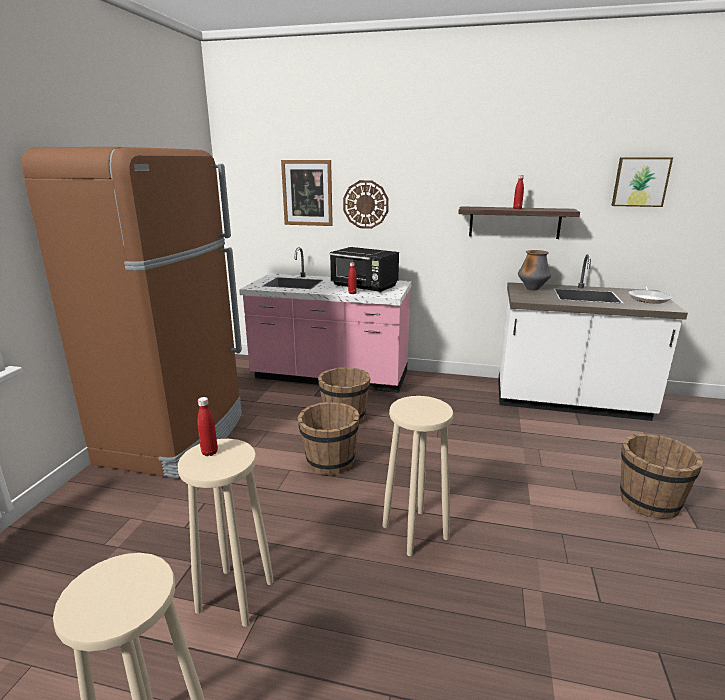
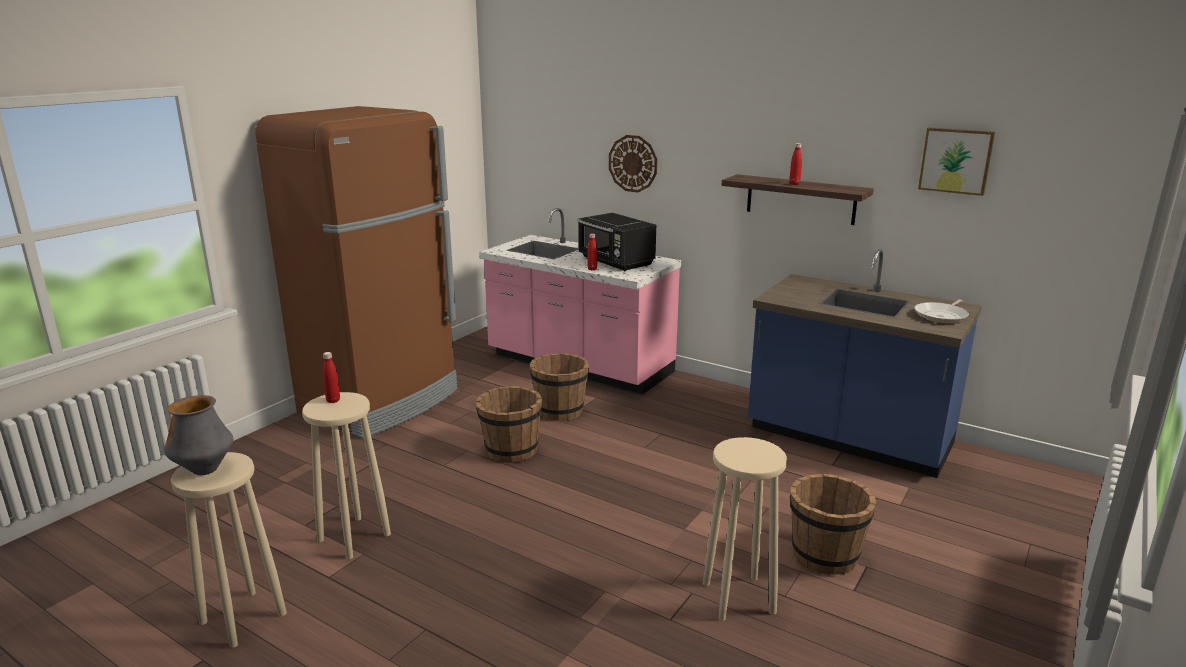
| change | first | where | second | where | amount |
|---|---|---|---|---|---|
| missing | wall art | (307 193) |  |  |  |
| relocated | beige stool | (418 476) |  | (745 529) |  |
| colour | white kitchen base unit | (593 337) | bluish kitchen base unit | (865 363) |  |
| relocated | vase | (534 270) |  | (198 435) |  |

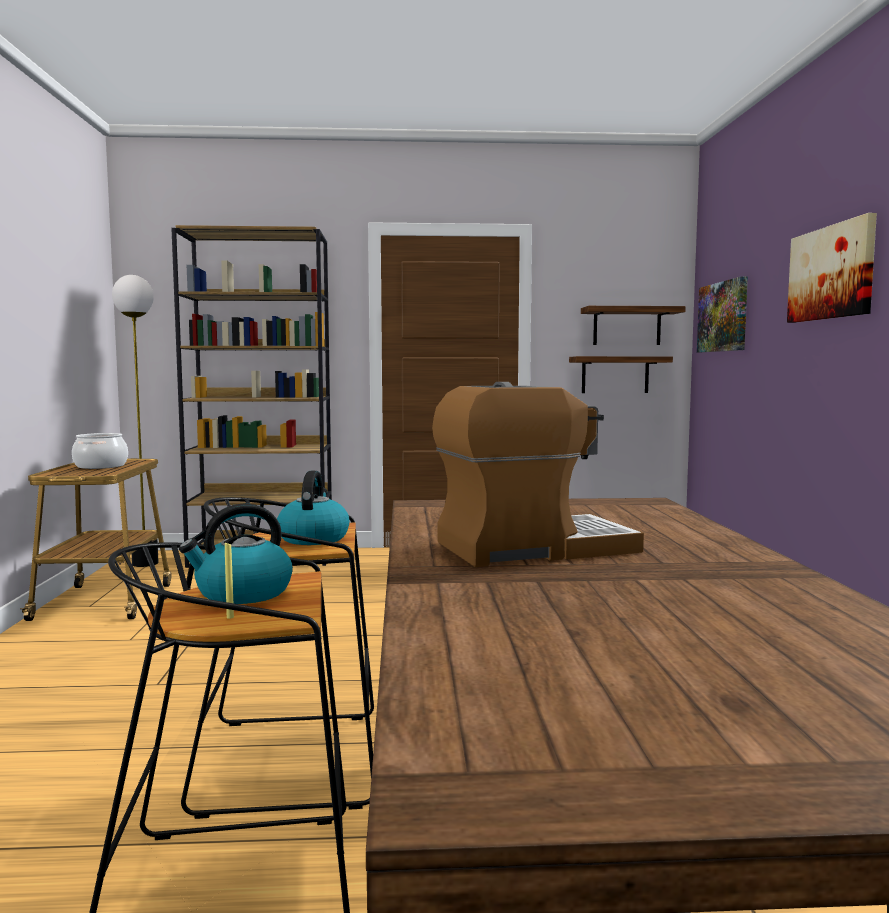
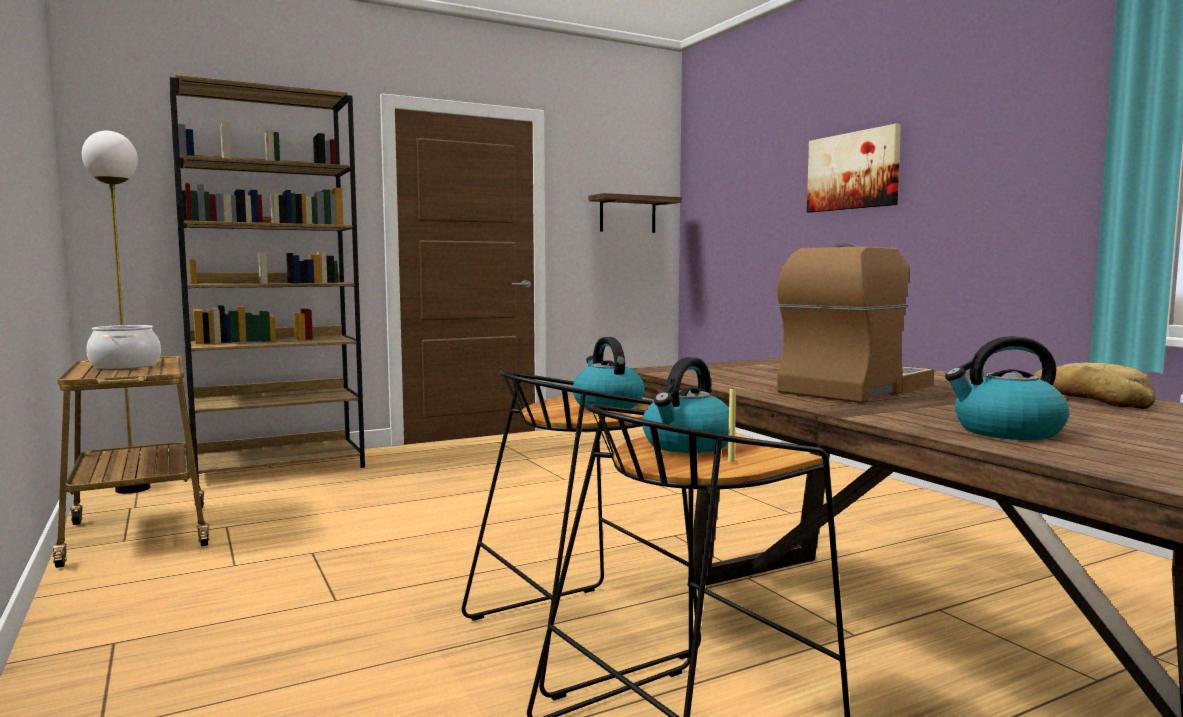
| change | first | where | second | where | amount |
|---|---|---|---|---|---|
| missing | wall shelf | (621 374) |  |  |  |
| missing | wall art | (722 314) |  |  |  |
| appeared |  |  | kettle | (1007 388) |  |
| appeared |  |  | bread | (1094 386) |  |

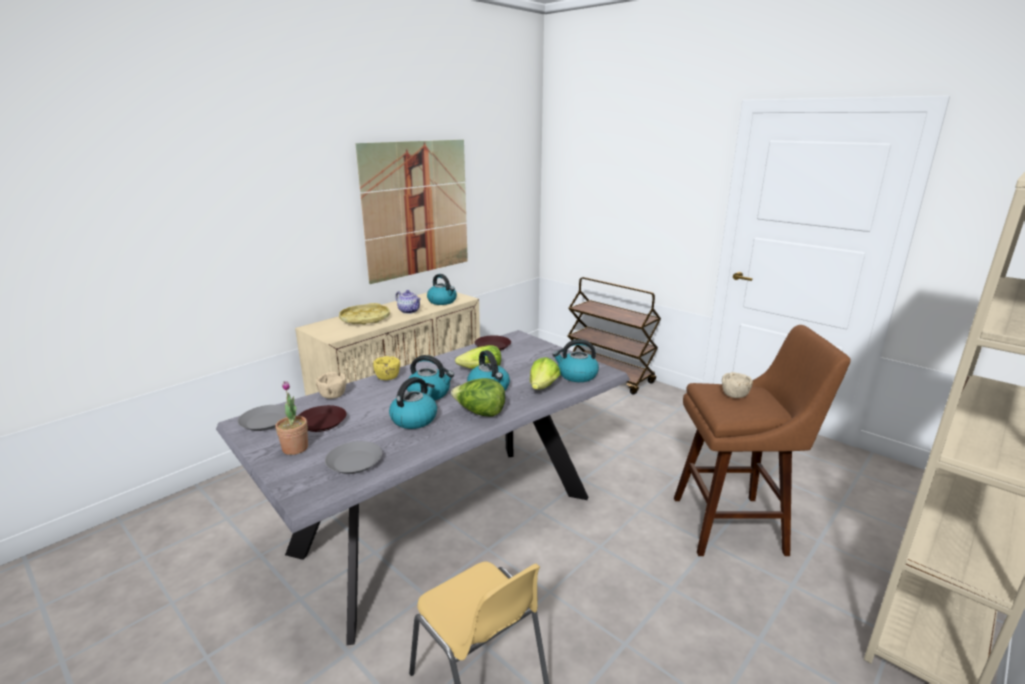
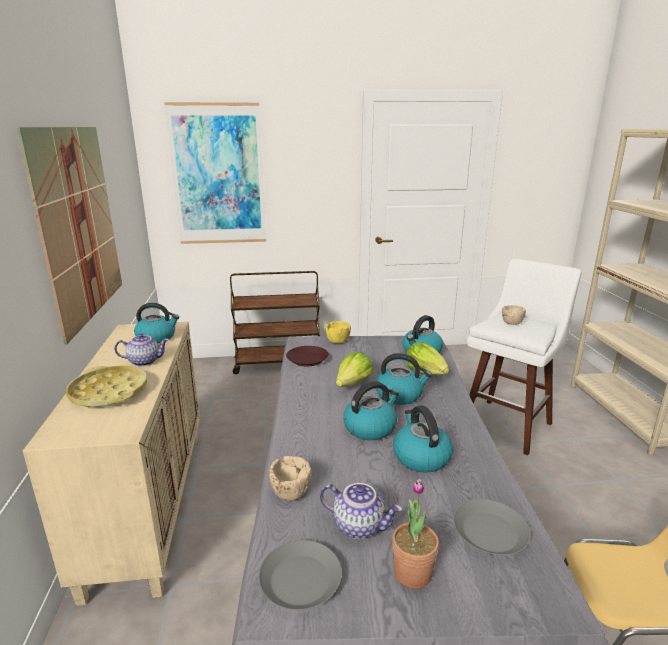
| change | first | where | second | where | amount |
|---|---|---|---|---|---|
| exchanged | brown-coloured flat dish | (322 418) | pot for tea | (361 511) |  |
| relocated | yellowish bowl | (386 368) |  | (338 332) |  |
| missing | head of lettuce | (478 397) |  |  |  |
| colour | brown-coloured stool | (762 440) | white stool | (524 357) |  |
| appeared |  |  | wall art | (215 173) |  |

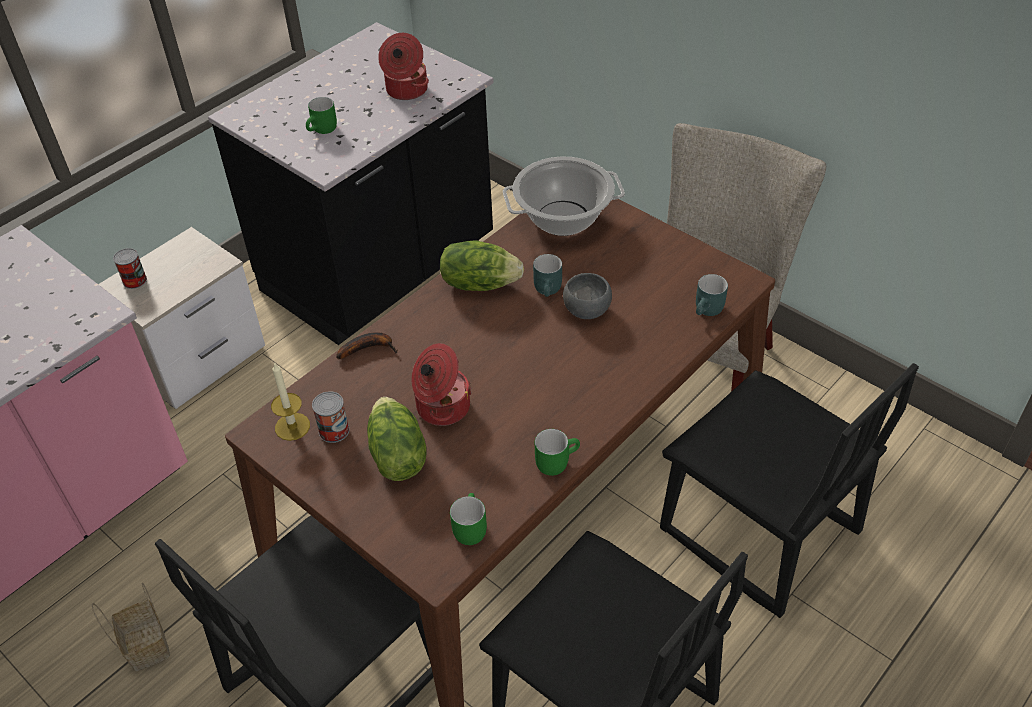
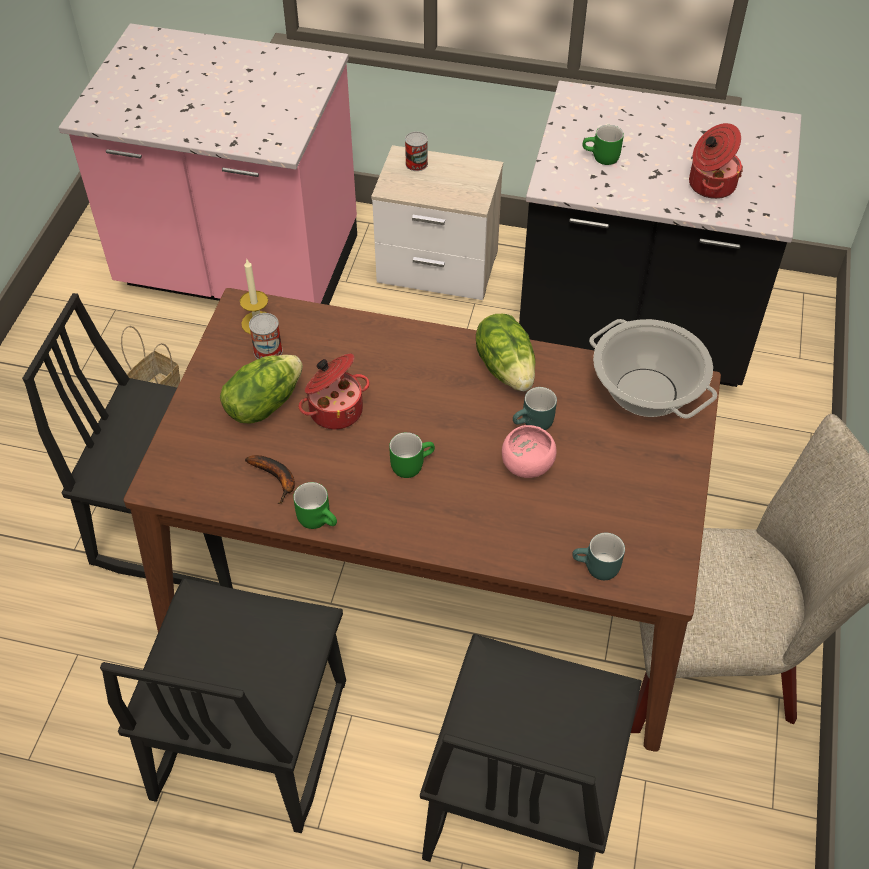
| change | first | where | second | where | amount |
|---|---|---|---|---|---|
| relocated | whole banana | (367 345) |  | (270 479) |  |
| relocated | greenish mug | (468 519) |  | (412 455) |  |
| colour | greyish bowl | (587 296) | pink-coloured bowl | (529 451) |  |

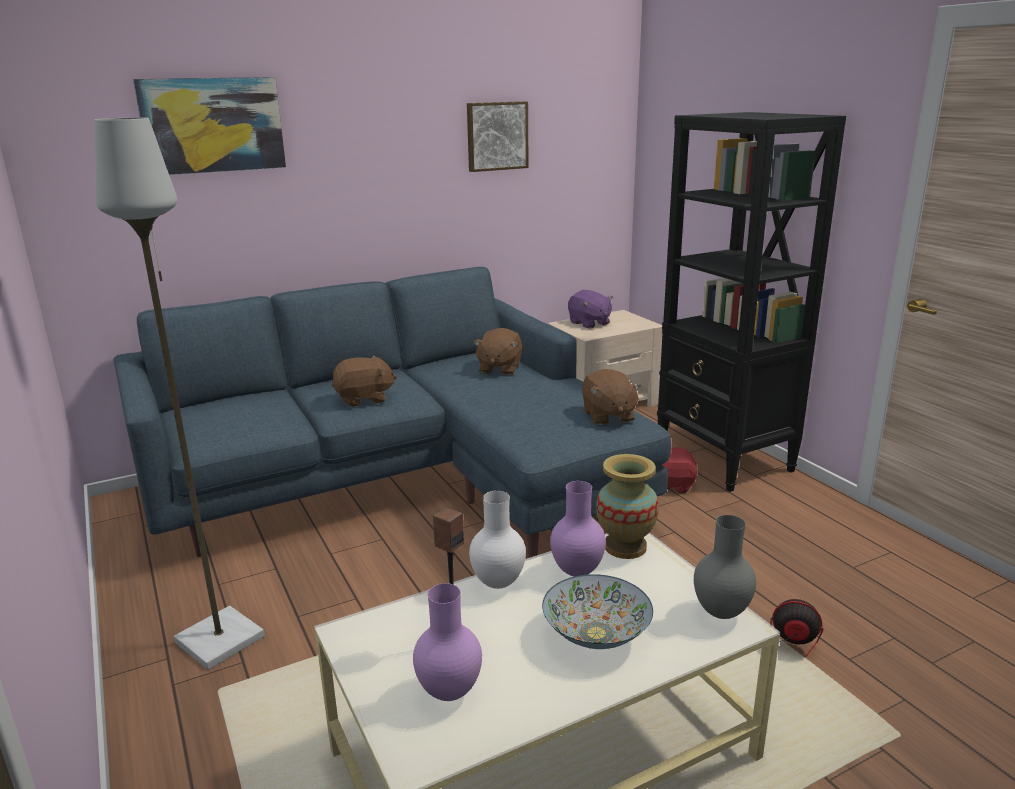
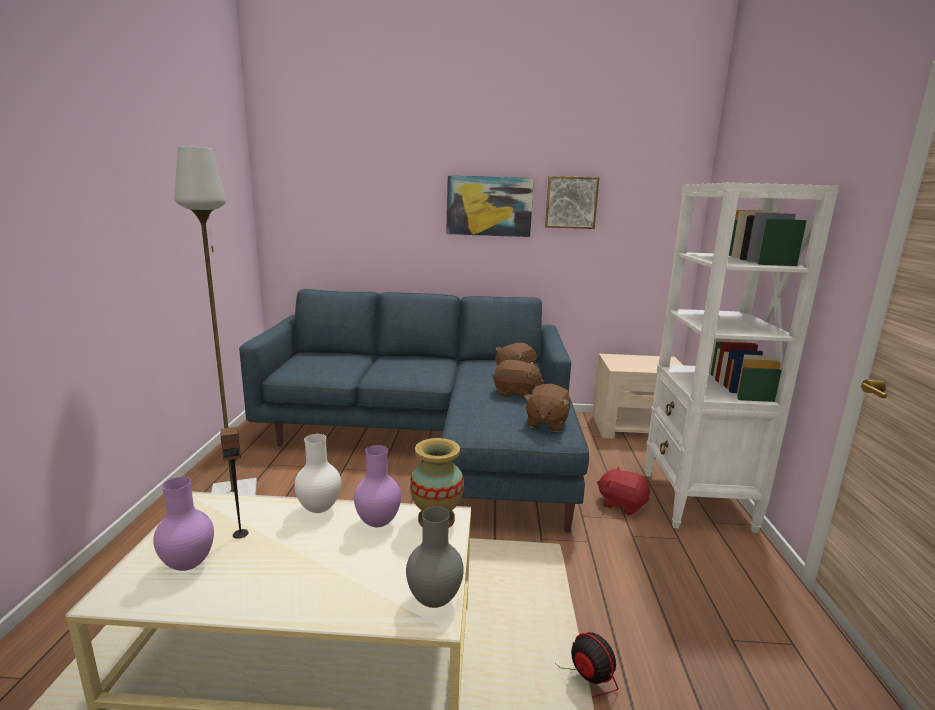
| change | first | where | second | where | amount |
|---|---|---|---|---|---|
| relocated | wall art | (209 126) |  | (490 206) |  |
| relocated | brown-coloured plush toy | (364 381) |  | (518 379) |  |
| missing | bowl | (597 611) |  |  |  |
| missing | purple-coloured plush toy | (590 309) |  |  |  |
| colour | black-coloured shelving unit | (751 302) | white shelving unit | (742 357) |  |

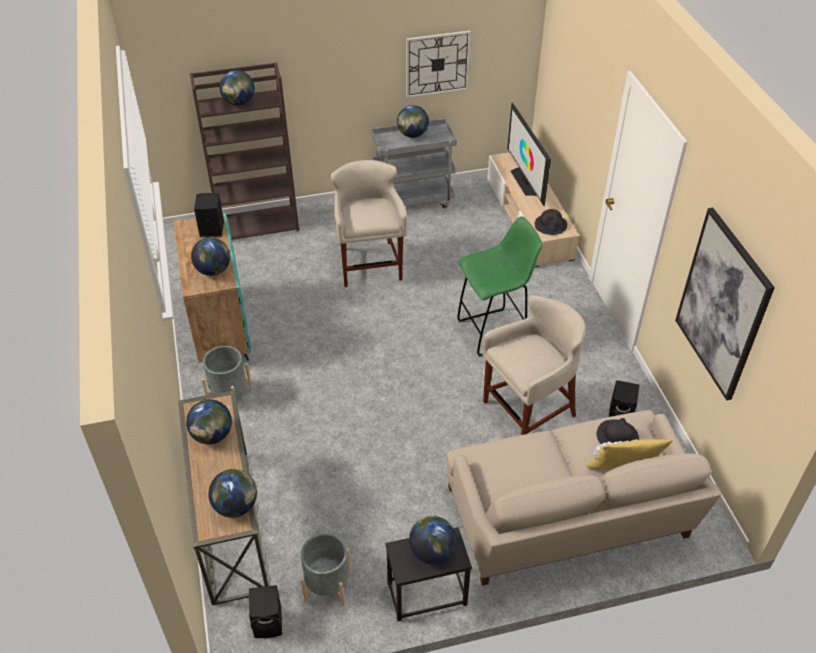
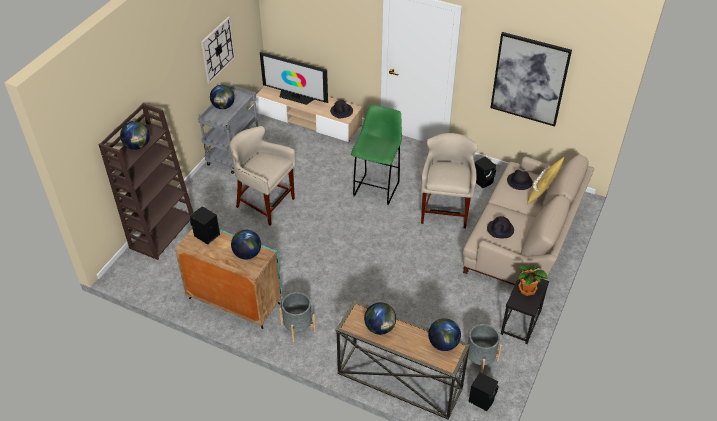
| change | first | where | second | where | amount |
|---|---|---|---|---|---|
| exchanged | globe | (433 540) | potted plant | (533 280) |  |
| appeared |  |  | black-coloured wearable hat | (500 227) |  |

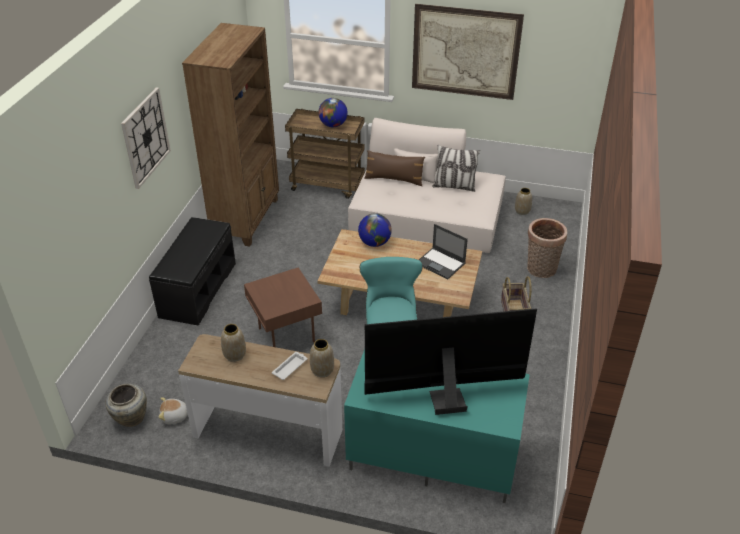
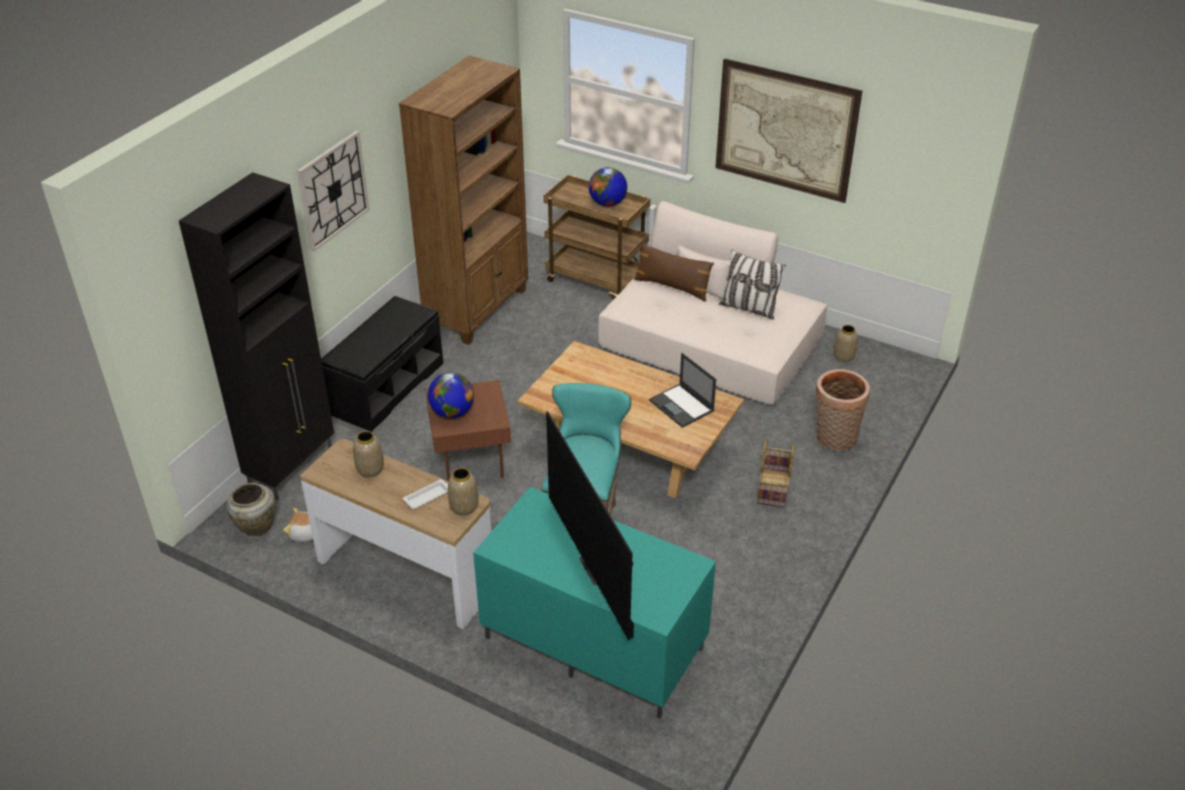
| change | first | where | second | where | amount |
|---|---|---|---|---|---|
| relocated | globe | (375 230) |  | (451 395) |  |
| spun | TV | (451 361) |  | (590 525) | 120 degrees counterclockwise |
| appeared |  |  | black-coloured cabinet | (256 336) |  |

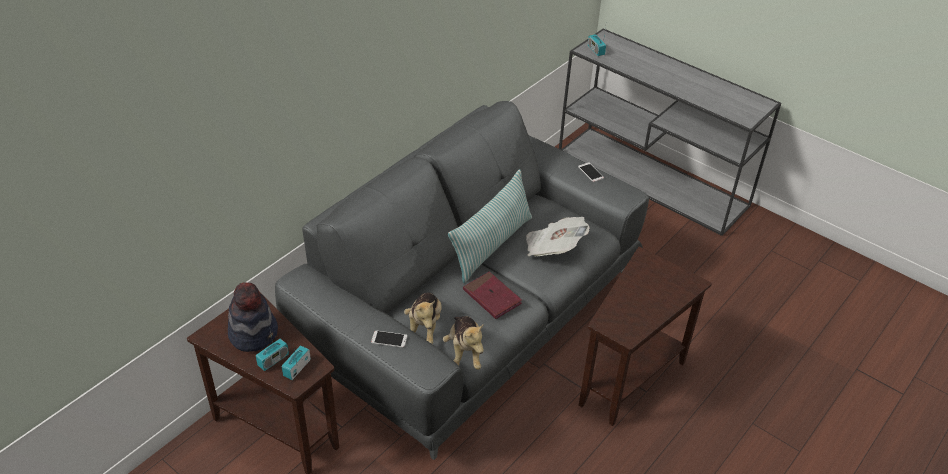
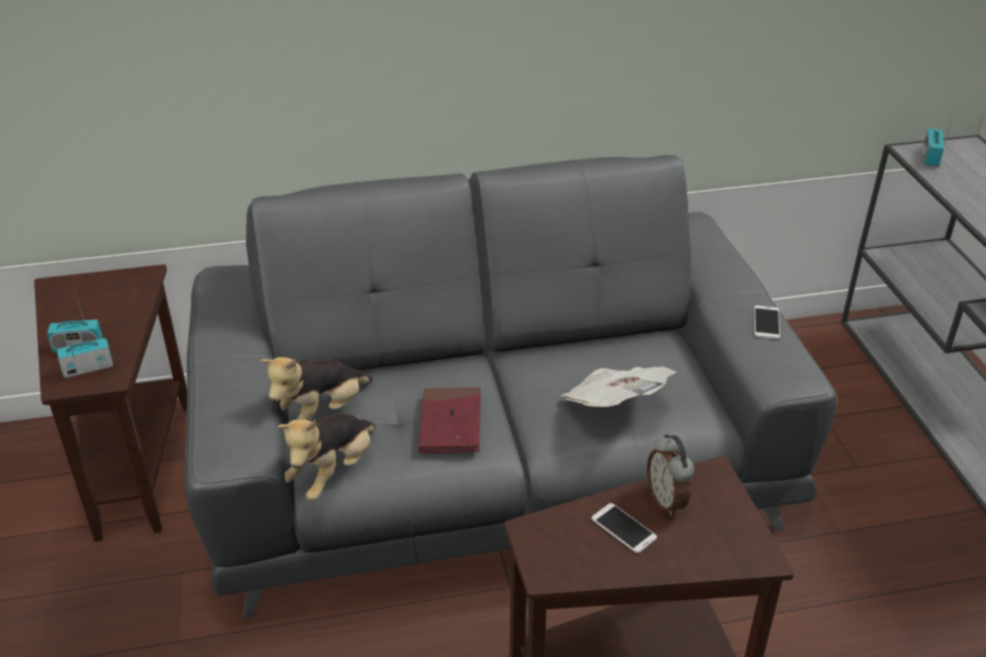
| change | first | where | second | where | amount |
|---|---|---|---|---|---|
| missing | wearable hat | (253 317) |  |  |  |
| relocated | handset | (389 339) |  | (624 528) |  |
| missing | pillow | (490 226) |  |  |  |
| appeared |  |  | alarm clock | (670 475) |  |

